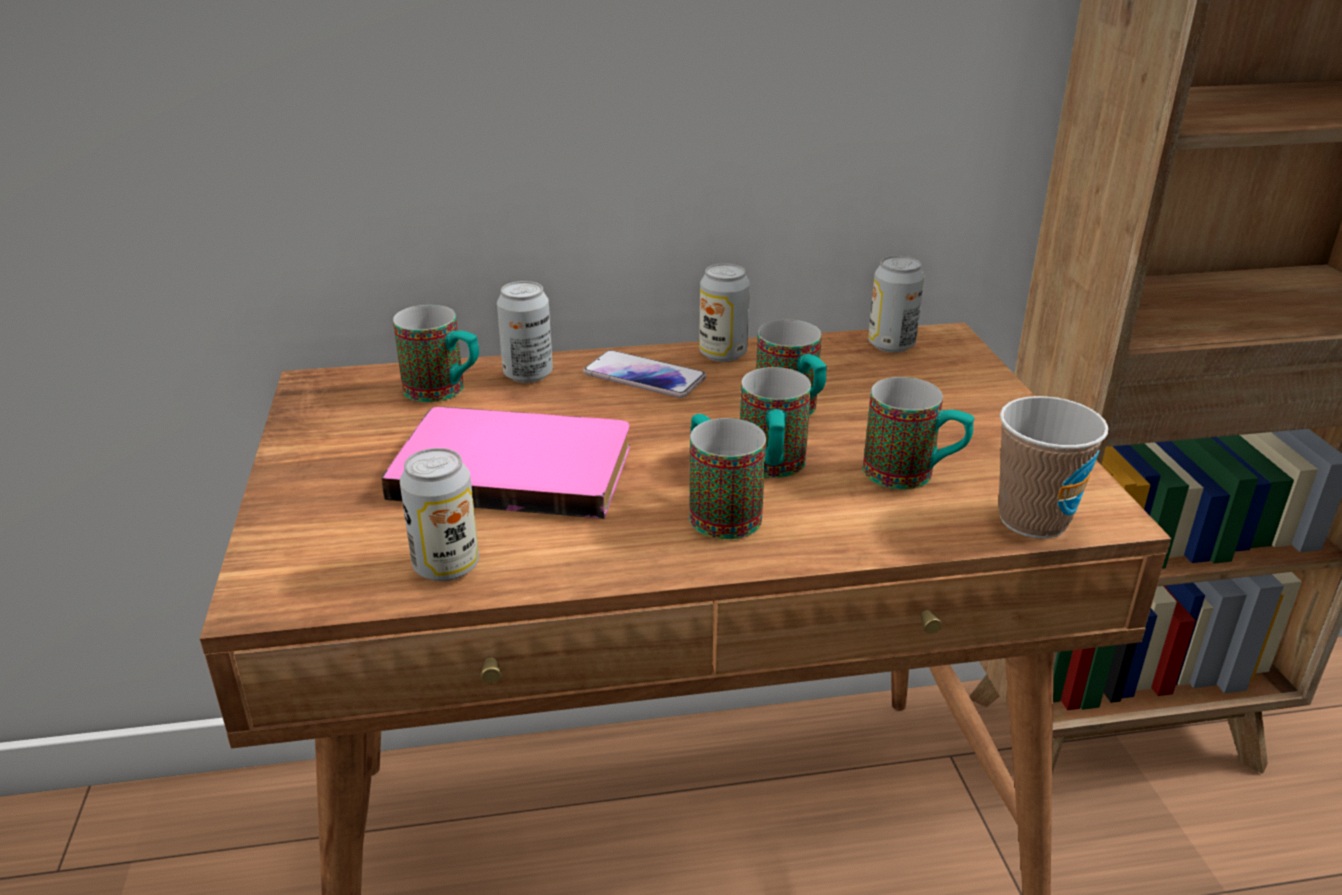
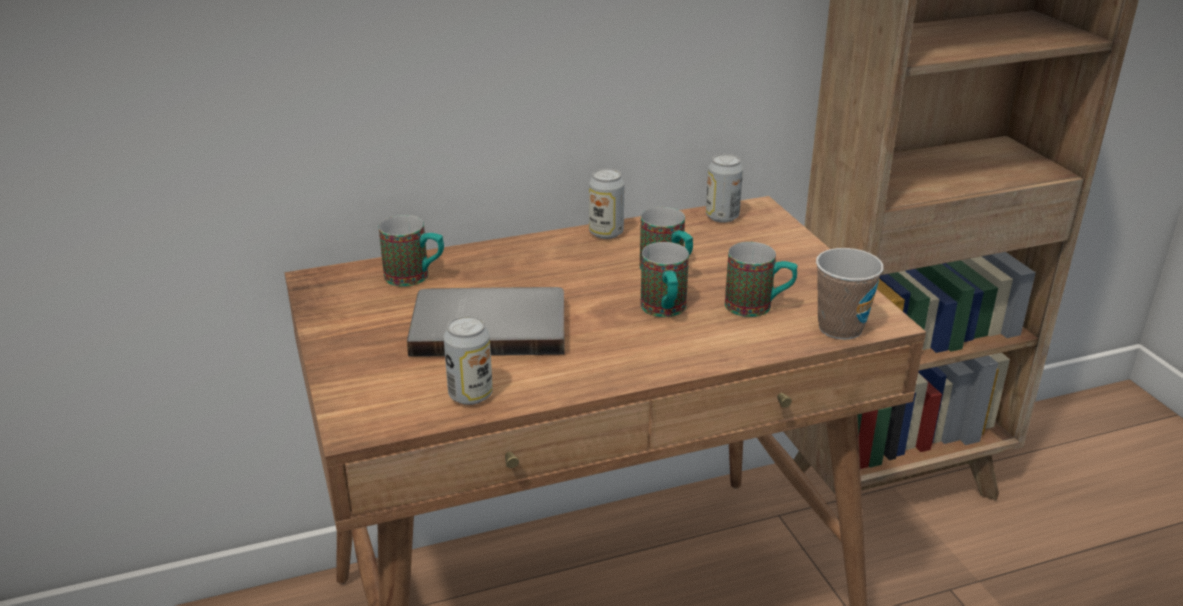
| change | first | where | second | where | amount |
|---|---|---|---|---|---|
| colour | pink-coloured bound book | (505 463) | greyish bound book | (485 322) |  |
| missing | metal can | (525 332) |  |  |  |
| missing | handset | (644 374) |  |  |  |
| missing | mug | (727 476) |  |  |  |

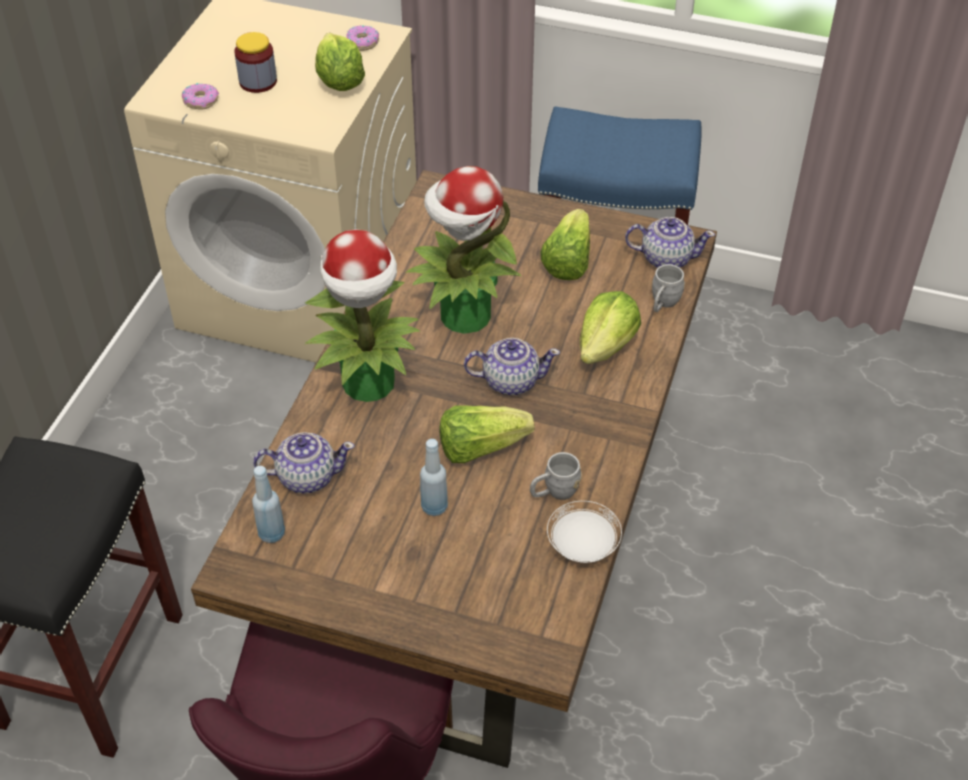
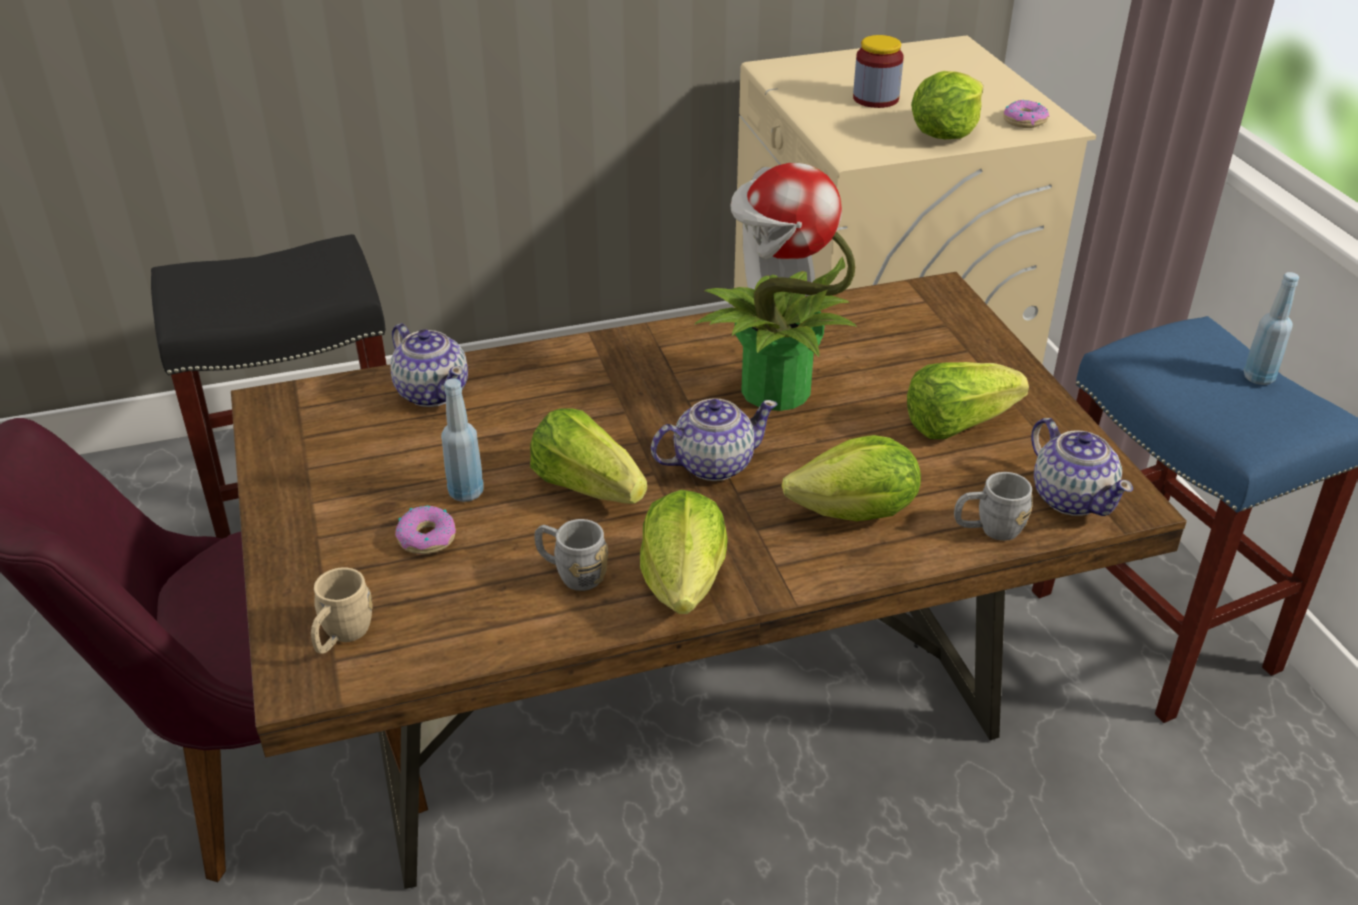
| change | first | where | second | where | amount |
|---|---|---|---|---|---|
| relocated | ring doughnut | (200 96) |  | (425 529) |  |
| relocated | bluish bottle | (268 504) |  | (1271 328) |  |
| missing | potted plant | (362 315) |  |  |  |
| spun | pot for tea | (512 366) |  | (714 439) | 75 degrees counterclockwise |
| missing | white flat dish | (584 532) |  |  |  |
| appeared |  |  | beige mug | (342 610) |  |
| appeared |  |  | head of lettuce | (684 552) |  |

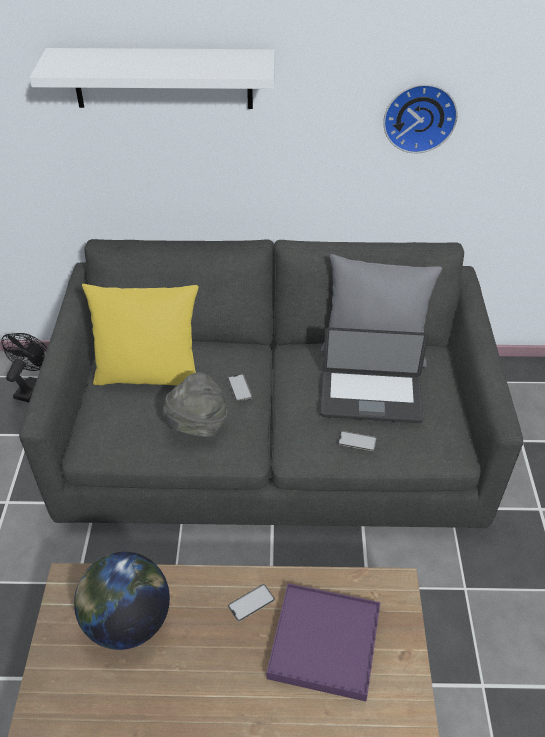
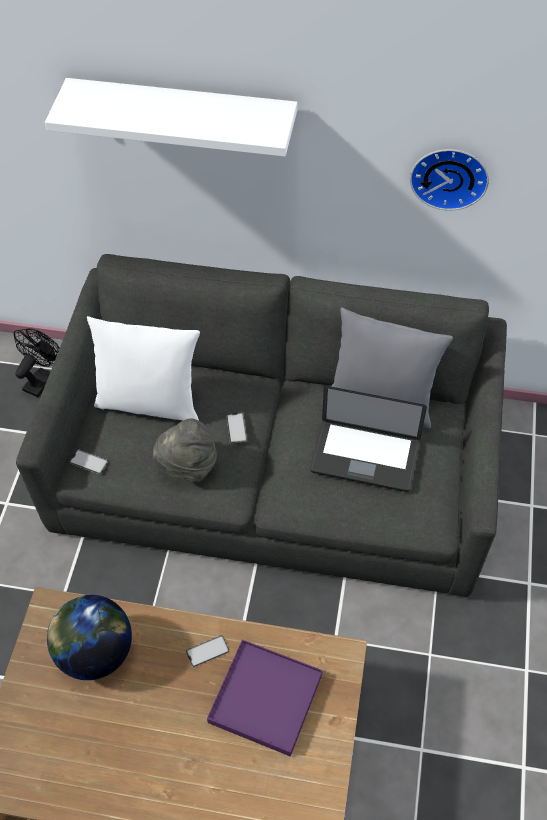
| change | first | where | second | where | amount |
|---|---|---|---|---|---|
| colour | yellowish pillow | (140 335) | white pillow | (143 368) |  |
| relocated | handset | (357 441) |  | (88 461) |  |

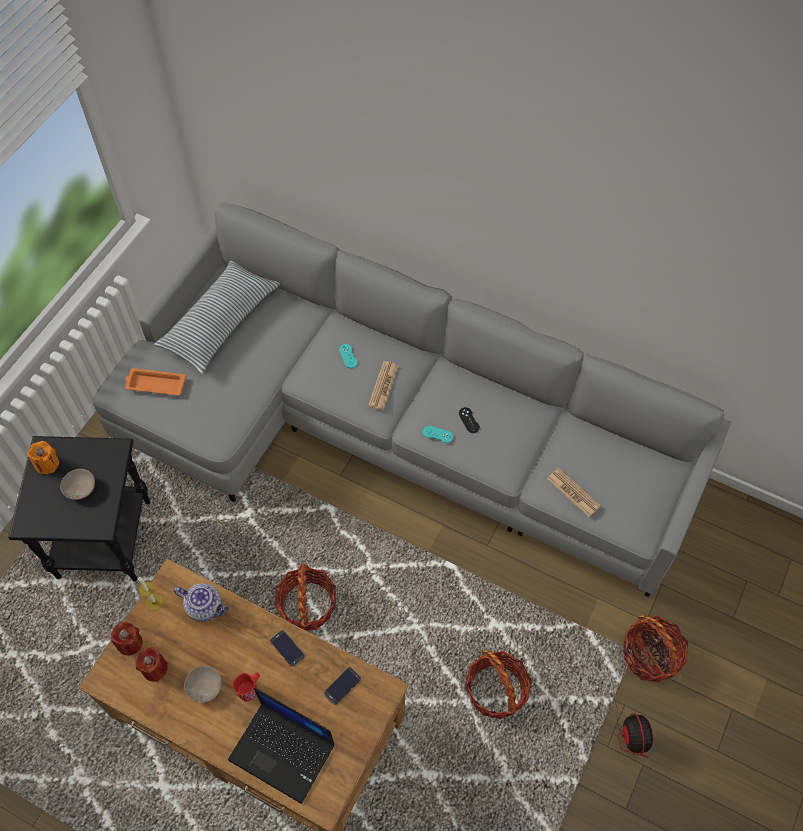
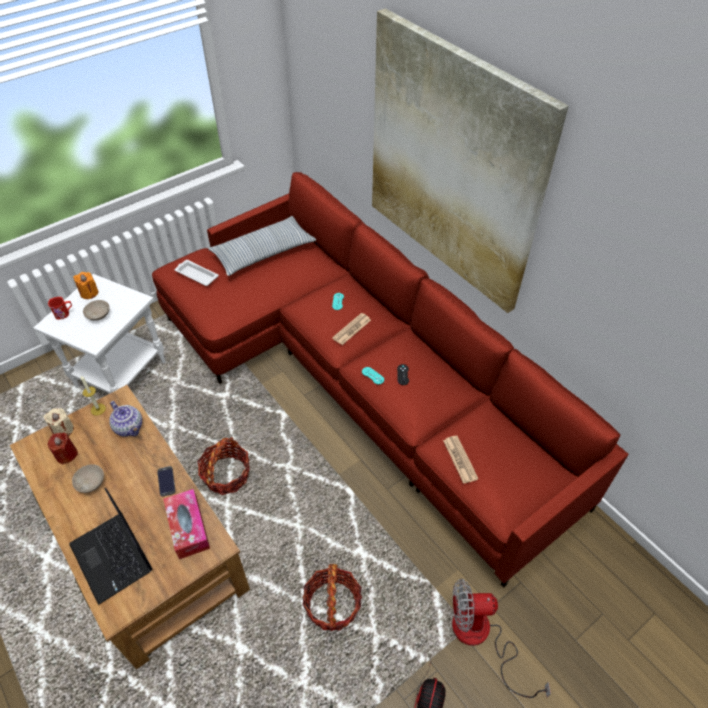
| change | first | where | second | where | amount |
|---|---|---|---|---|---|
| colour | black-coloured side table | (79 508) | white side table | (100 334) |  |
| colour | greyish settee | (411 399) | red settee | (390 380) |  |
| colour | red candle | (127 638) | beige candle | (59 422) |  |
| colour | orange carrying tray | (155 382) | white carrying tray | (197 273) |  |
| relocated | red mug | (246 687) |  | (60 308) |  |
| exchanged | handset | (342 686) | tissue holder | (186 524) |  |
| exchanged | household basket | (655 649) | fan | (501 638) |  |
| appeared |  |  | wall art | (470 160) |  |

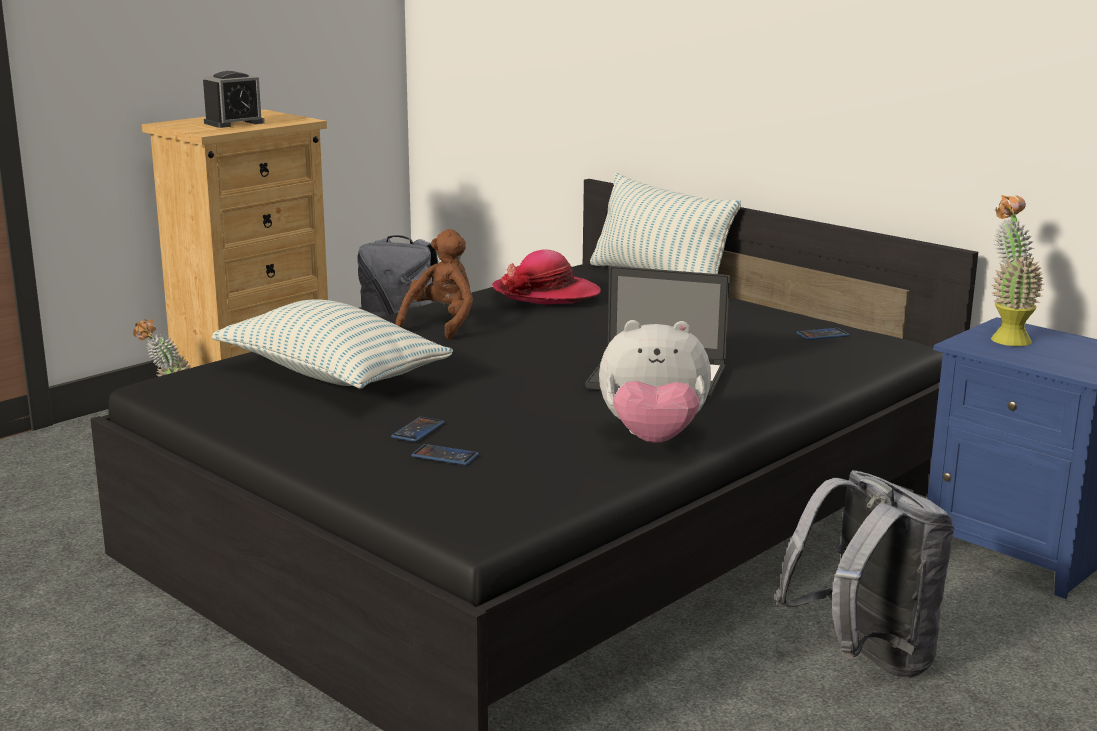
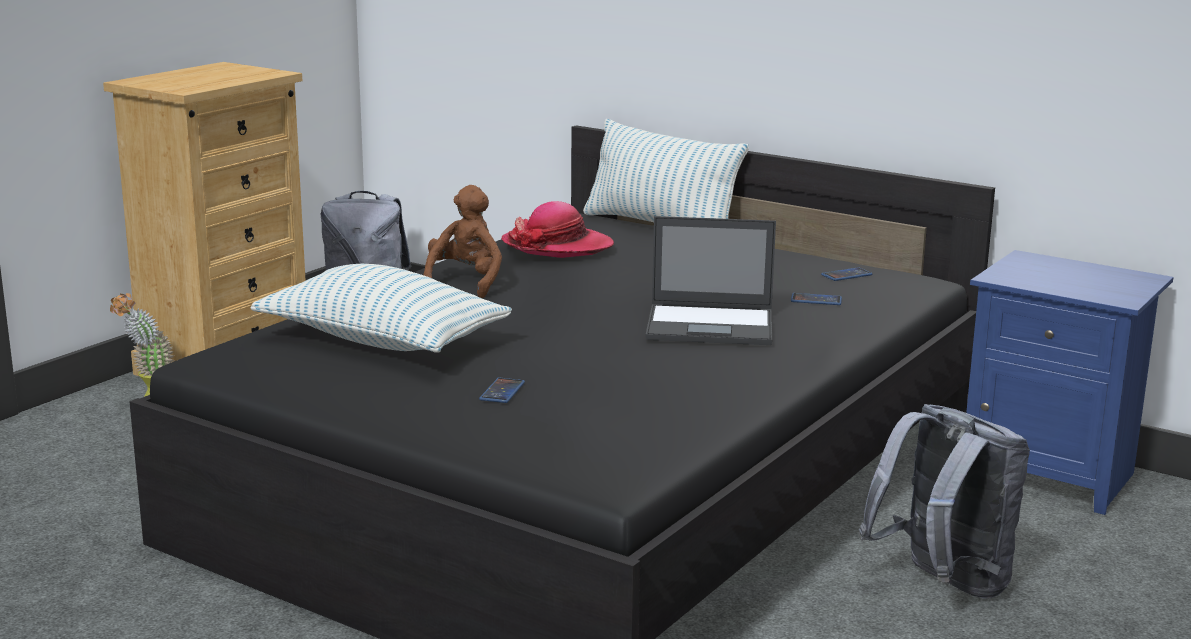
| change | first | where | second | where | amount |
|---|---|---|---|---|---|
| missing | alarm clock | (234 99) |  |  |  |
| relocated | handset | (445 454) |  | (816 299) |  |
| missing | plush toy | (655 381) |  |  |  |
| missing | potted plant | (1017 270) |  |  |  |

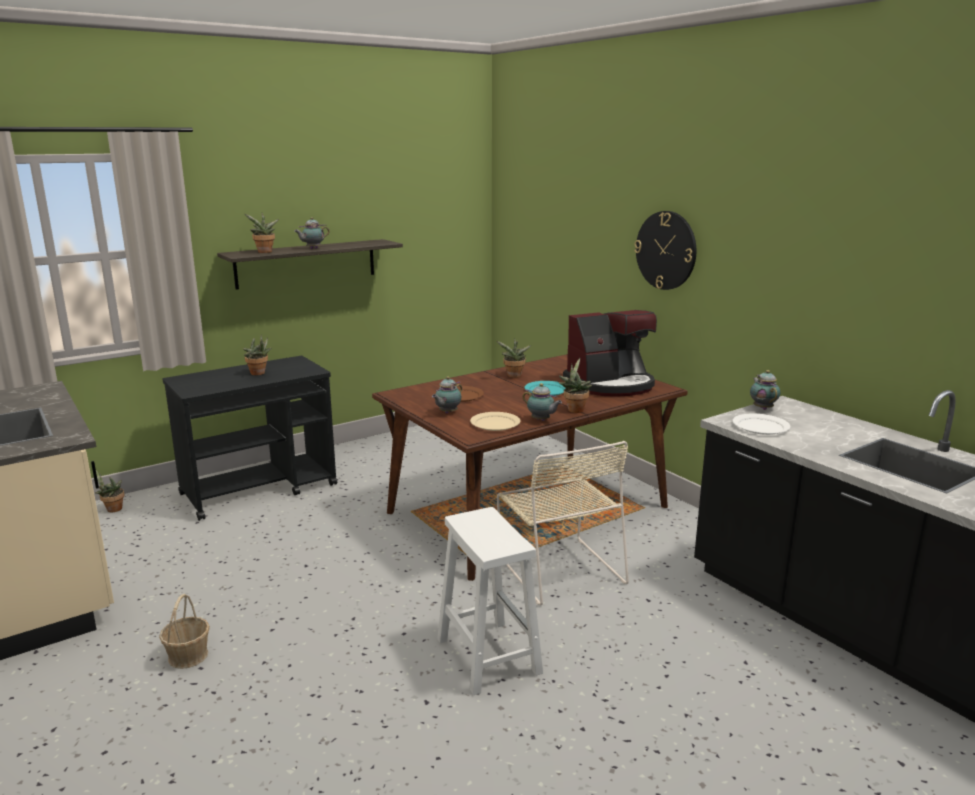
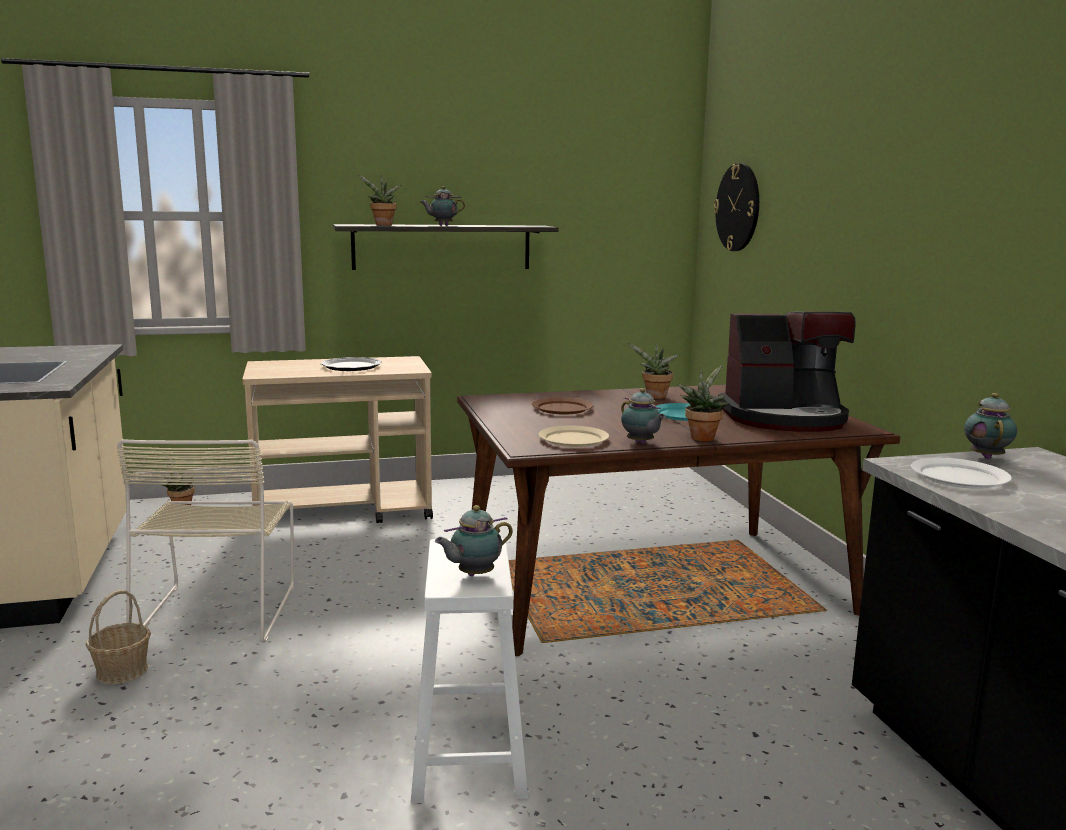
| change | first | where | second | where | amount |
|---|---|---|---|---|---|
| colour | black-coloured cart | (249 438) | beige cart | (337 439) |  |
| exchanged | potted plant | (257 355) | flat dish | (351 364) |  |
| relocated | pot for tea | (447 395) |  | (474 540) |  |
| relocated | beige upright chair | (563 523) |  | (205 541) |  |
| relocated | clock on the wall | (665 250) |  | (736 207) |  |

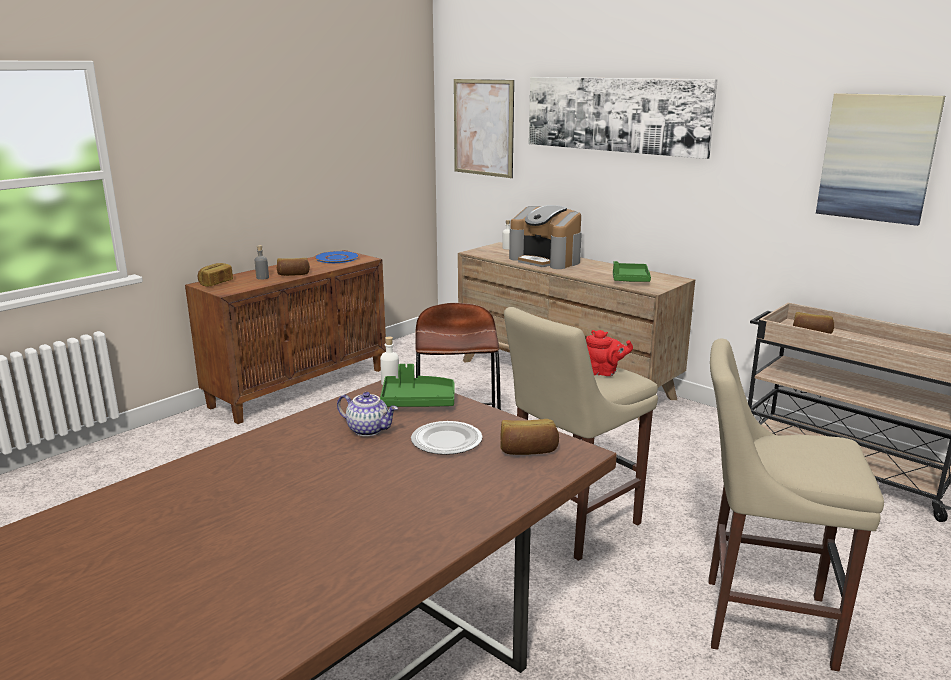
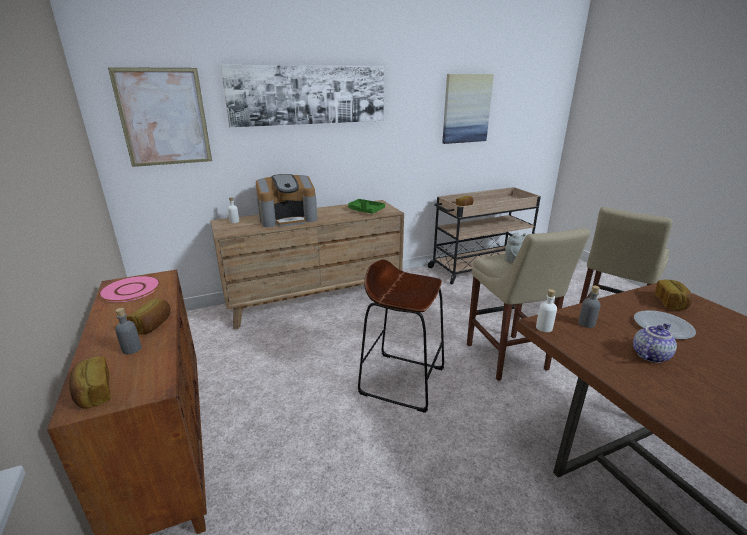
| change | first | where | second | where | amount |
|---|---|---|---|---|---|
| colour | bluish flat dish | (337 257) | pink-coloured flat dish | (129 289) |  |
| exchanged | greenish carrying tray | (417 385) | greyish bottle | (589 307) |  |
| colour | red pot for tea | (609 353) | greyish pot for tea | (515 247) |  |

